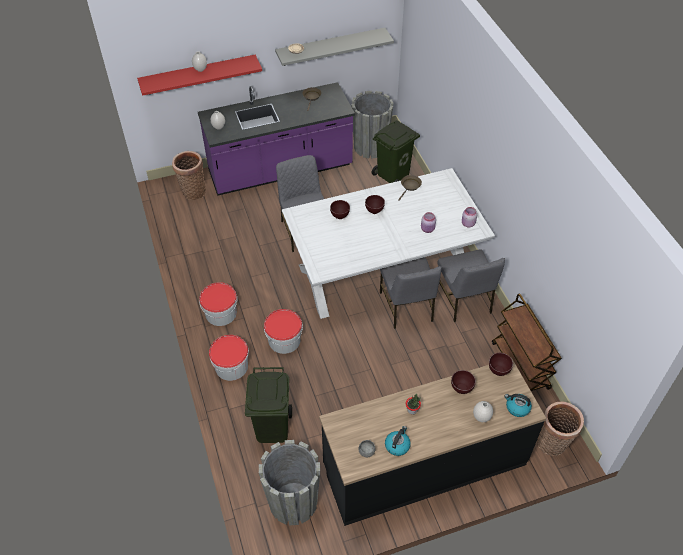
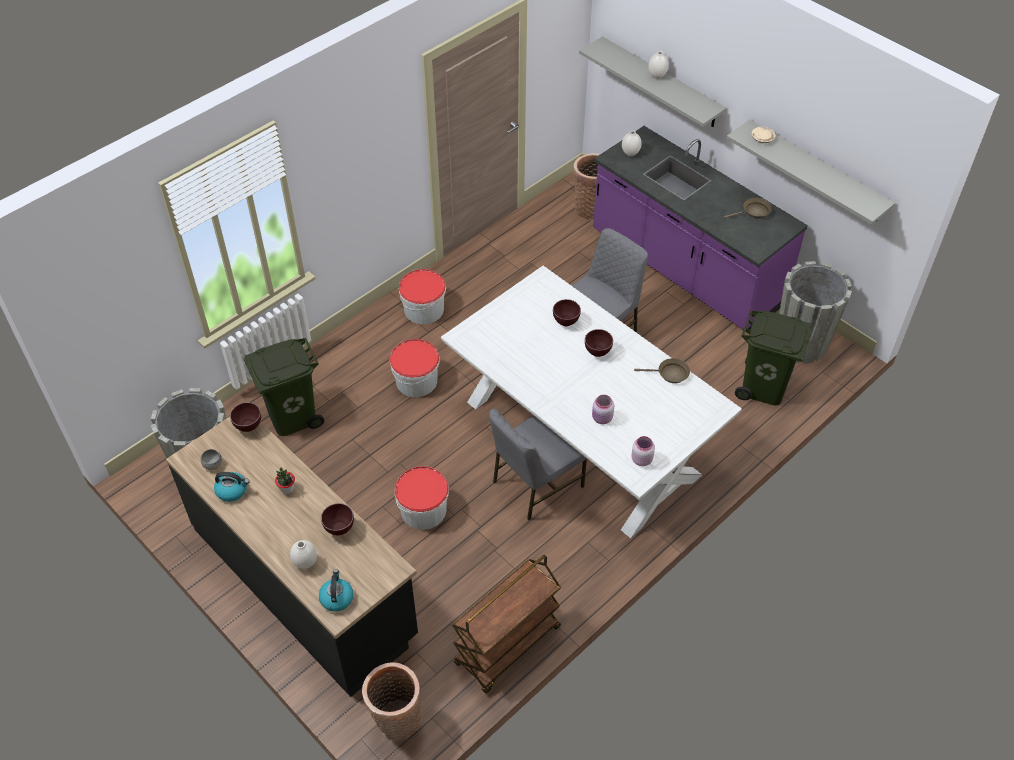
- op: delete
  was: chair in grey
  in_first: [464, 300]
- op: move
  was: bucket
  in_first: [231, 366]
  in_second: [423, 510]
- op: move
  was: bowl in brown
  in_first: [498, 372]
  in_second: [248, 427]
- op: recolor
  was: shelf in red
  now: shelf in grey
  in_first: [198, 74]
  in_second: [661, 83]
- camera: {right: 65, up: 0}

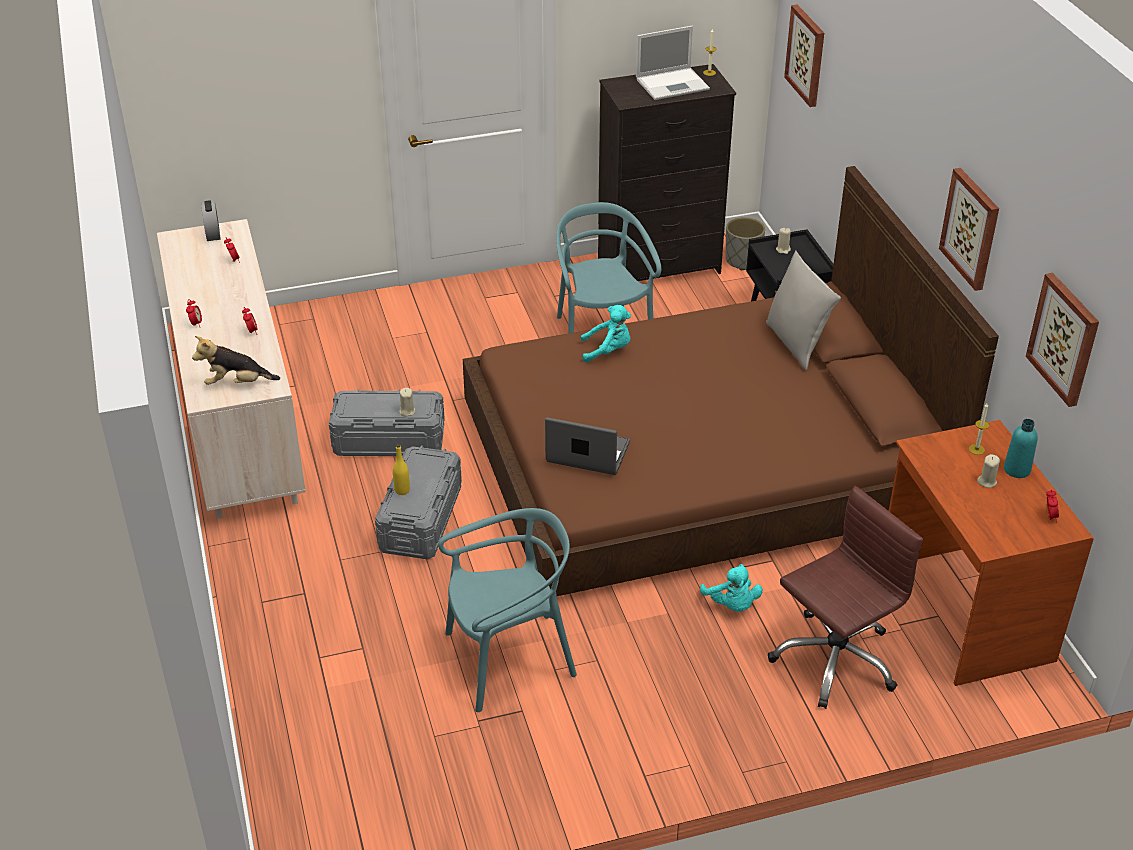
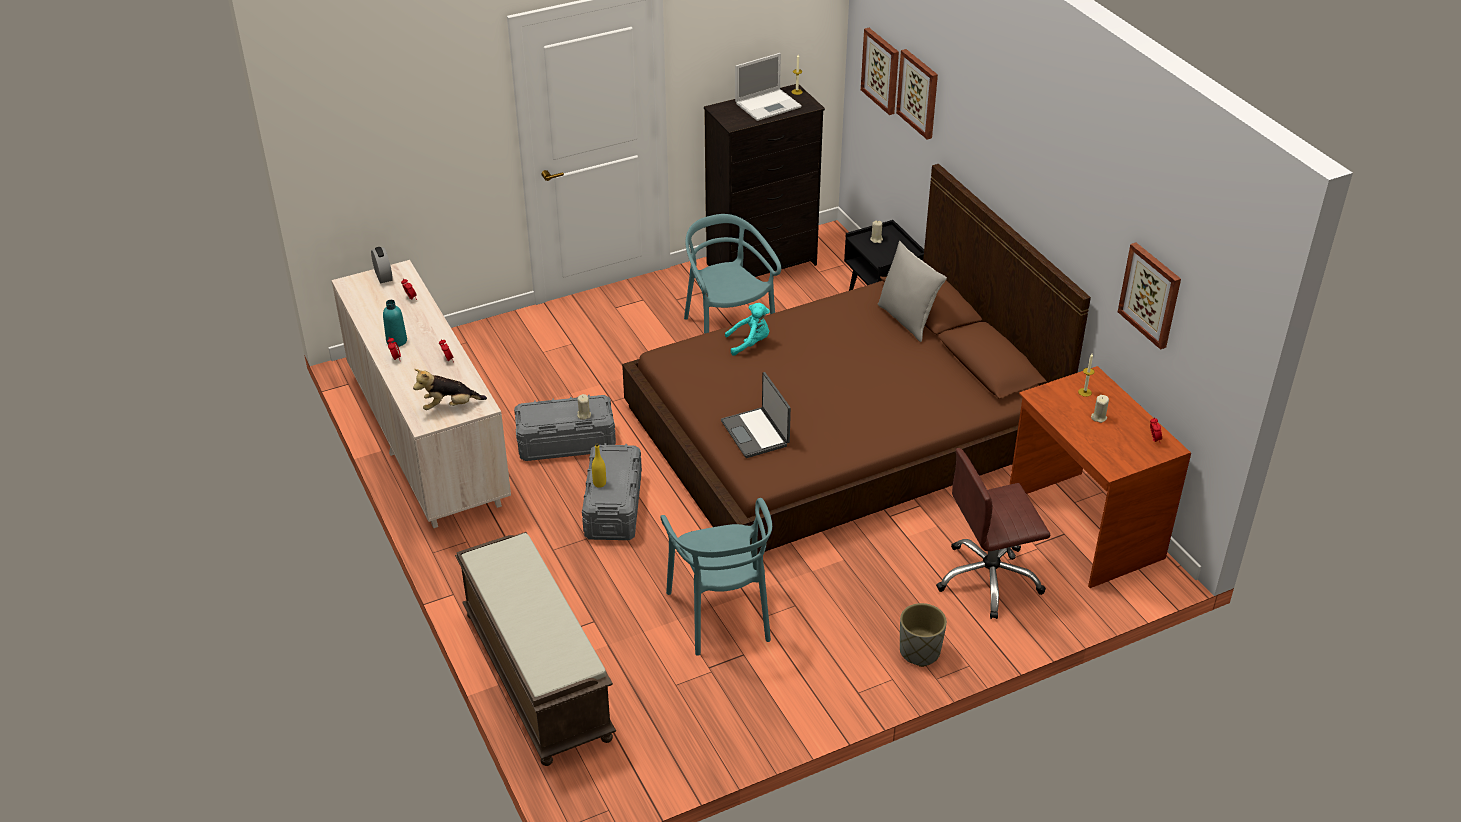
- op: delete
  was: plush toy in turquoise
  in_first: [732, 605]
- op: insert
  now: bench in brown
  in_second: [535, 675]
- op: move
  was: planter in grey
  in_first: [743, 261]
  in_second: [920, 651]
- op: move
  was: picture
  in_first: [971, 228]
  in_second: [919, 93]
- op: move
  was: bottle in turquoise
  in_first: [1017, 470]
  in_second: [396, 341]
- op: rotate
  was: chair in turquoise
  in_first: [509, 659]
  in_second: [721, 614]
  clockwise: 105
- op: rotate
  was: laptop
  in_first: [587, 454]
  in_second: [756, 433]
  clockwise: -120
- op: rotate
  was: office chair in brown
  in_first: [834, 659]
  in_second: [989, 579]
  clockwise: -150
- camera: {right: -10, up: 0}

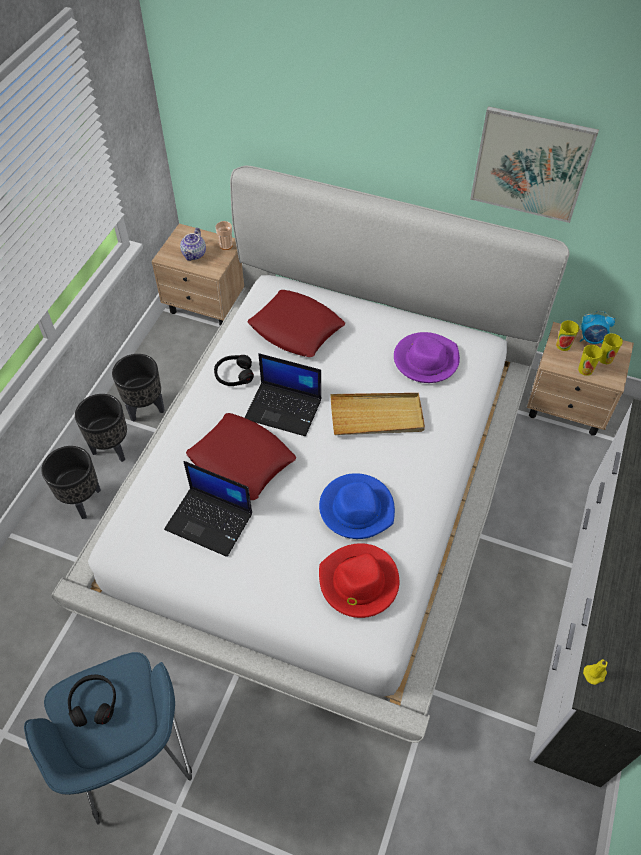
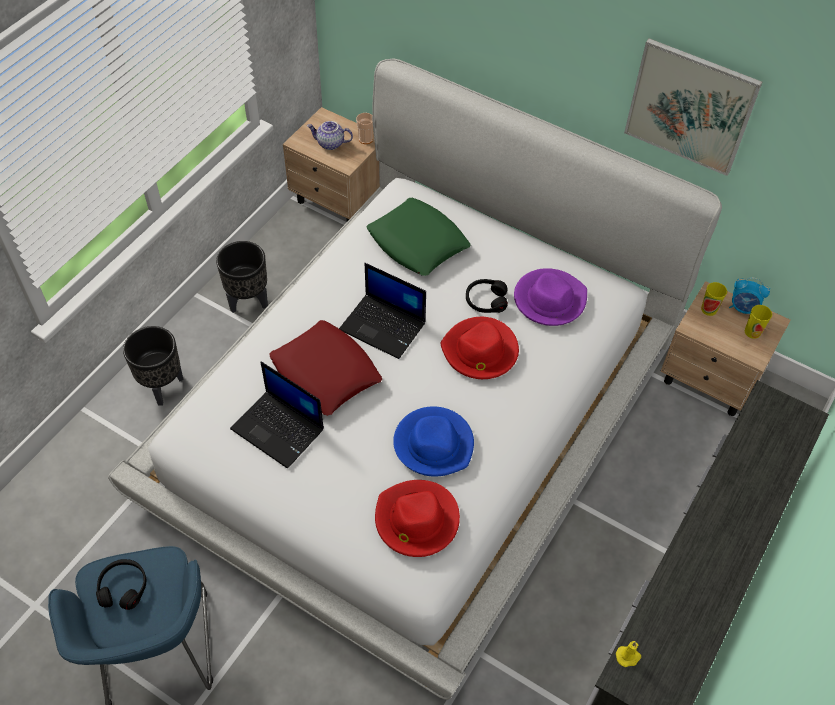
- op: delete
  was: planter in black
  in_first: [112, 449]
- op: delete
  was: cup
  in_first: [585, 370]
- op: move
  was: headphones in black
  in_first: [234, 375]
  in_second: [486, 300]
- op: replace
  was: tray in beige
  now: hat in red
  in_first: [377, 416]
  in_second: [480, 351]
- op: recolor
  was: pillow in red
  now: pillow in green
  in_first: [296, 329]
  in_second: [418, 243]
- op: rotate
  was: teapot
  in_first: [194, 254]
  in_second: [330, 144]
  clockwise: 75
- camera: {right: 10, up: 0}

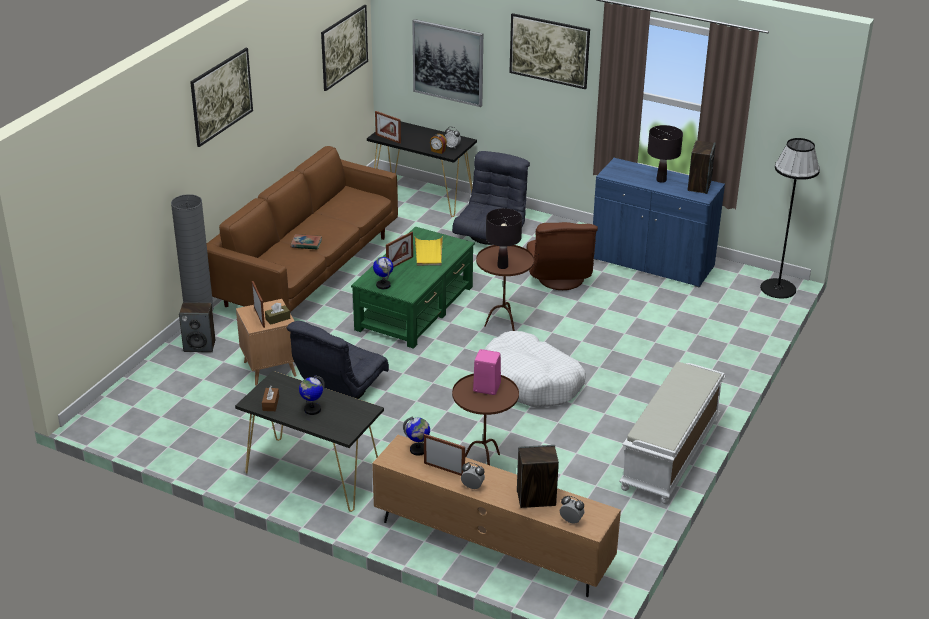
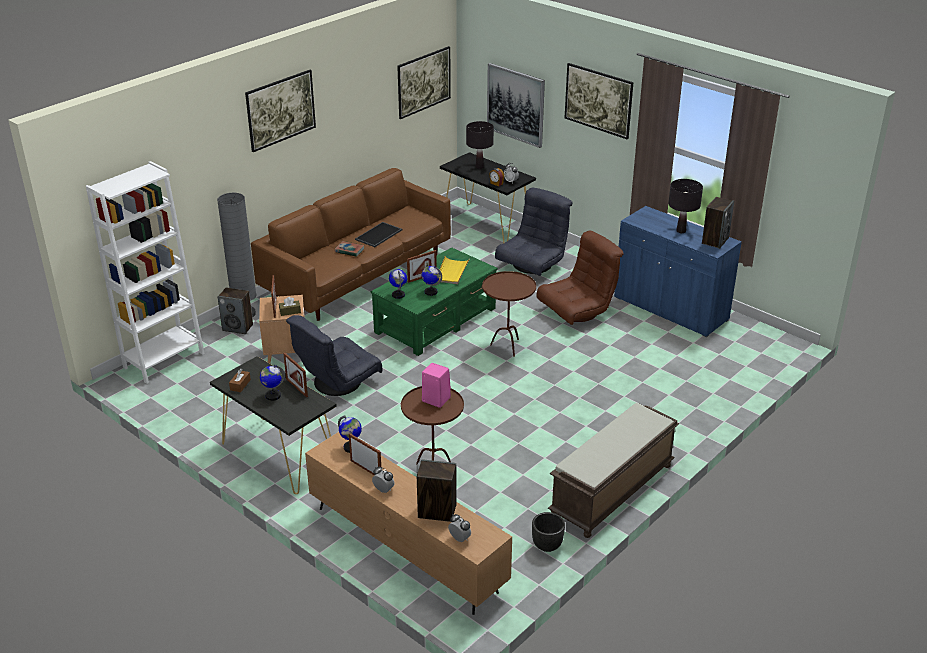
- op: delete
  was: dog bed in white
  in_first: [532, 382]
- op: delete
  was: floor lamp in black
  in_first: [778, 288]
- op: insert
  now: bookcase in white
  in_second: [164, 360]
- op: insert
  now: tray
  in_second: [379, 235]
- op: insert
  now: globe
  in_second: [430, 292]
- op: insert
  now: planter in black
  in_second: [547, 545]
- op: move
  was: picture frame
  in_first: [388, 139]
  in_second: [296, 387]
- op: move
  was: table lamp in black
  in_first: [502, 266]
  in_second: [479, 167]
- op: recolor
  was: bench in white
  now: bench in brown
  in_first: [671, 455]
  in_second: [612, 491]
- op: rotate
  was: armchair in brown
  in_first: [559, 279]
  in_second: [577, 312]
  clockwise: -135
- camera: {right: 15, up: 0}

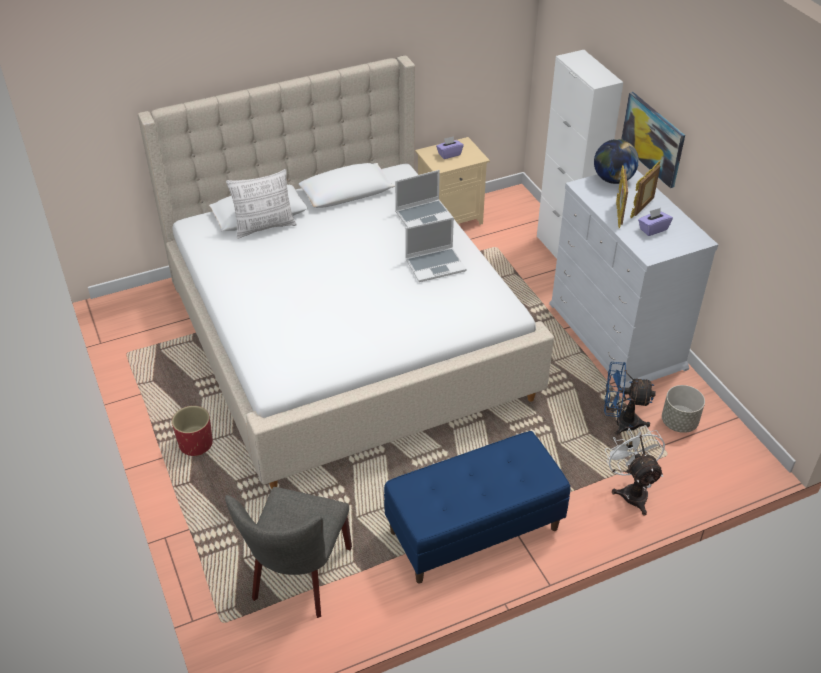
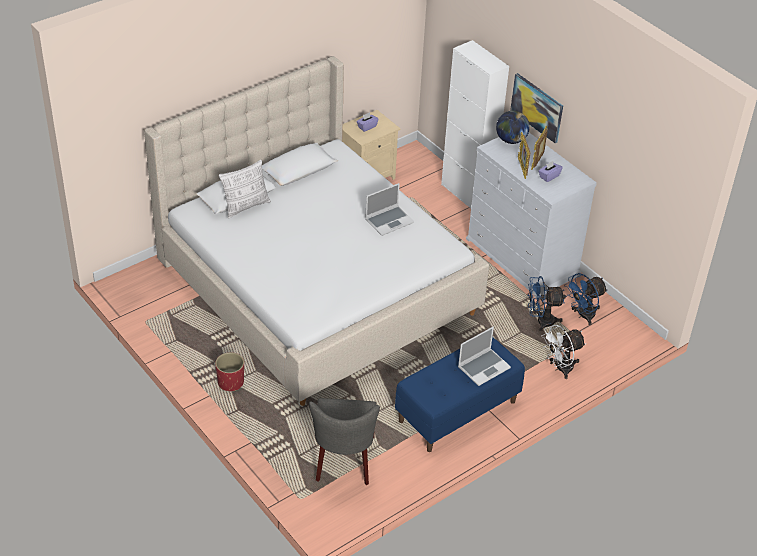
- op: move
  was: laptop
  in_first: [424, 216]
  in_second: [484, 367]
- op: replace
  was: planter in grey
  now: fan in blue
  in_first: [679, 422]
  in_second: [582, 315]
- op: rotate
  was: fan in white
  in_first: [631, 491]
  in_second: [560, 368]
  clockwise: -90
- camera: {right: -15, up: 0}

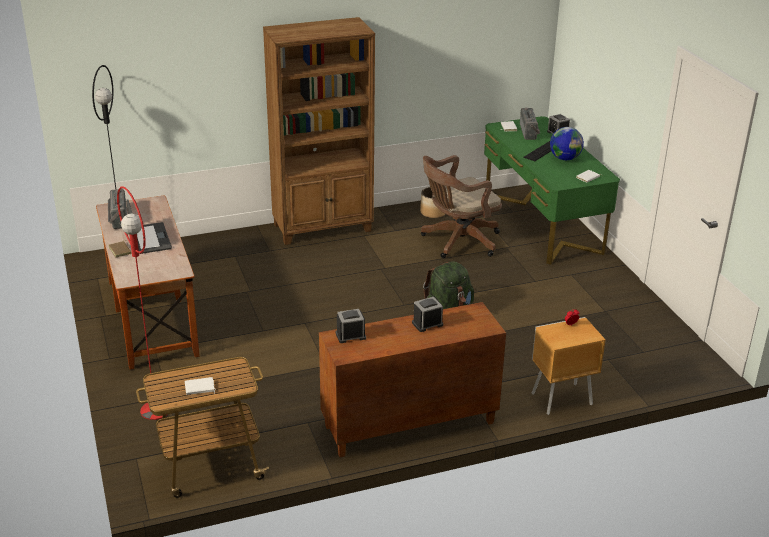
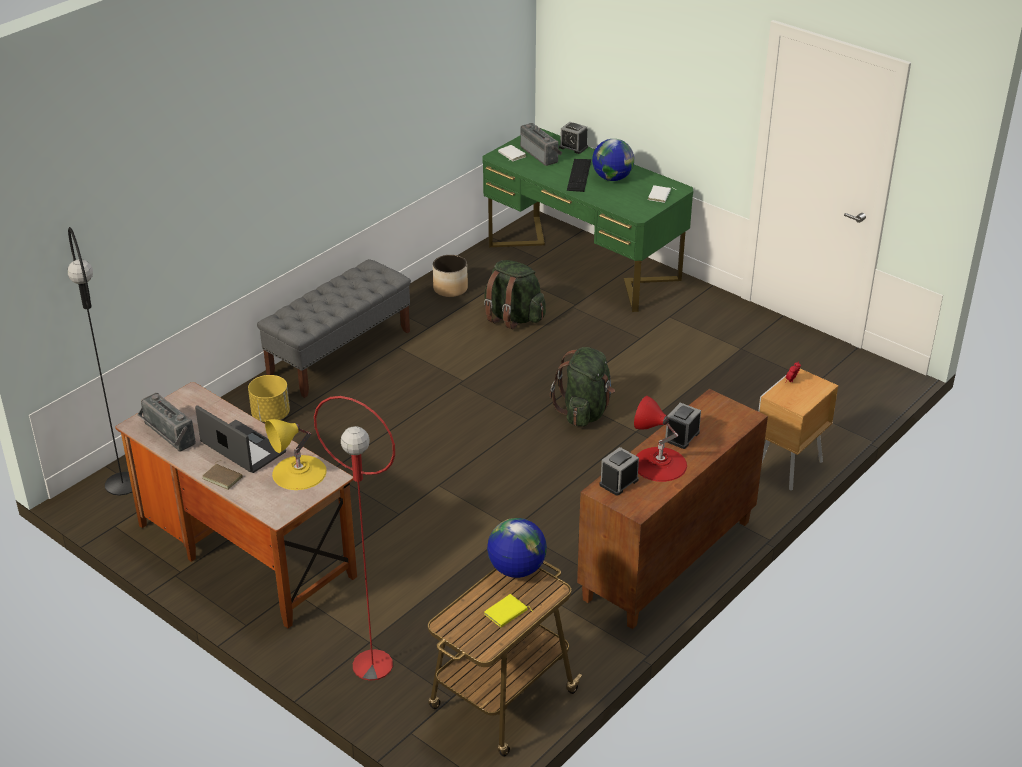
- op: insert
  now: planter in yellow
  in_second: [270, 415]
- op: insert
  now: table lamp in yellow
  in_second: [299, 472]
- op: insert
  now: globe
  in_second: [516, 569]
- op: insert
  now: table lamp in red
  in_second: [659, 464]
- op: replace
  was: bookcase in brown
  now: bench in grey
  in_first: [323, 228]
  in_second: [340, 353]
- op: replace
  was: office chair in brown
  now: backpack in green
  in_first: [457, 241]
  in_second: [513, 317]
- op: recolor
  was: book in white
  now: book in yellow
  in_first: [199, 388]
  in_second: [506, 613]
- camera: {right: -30, up: 5}

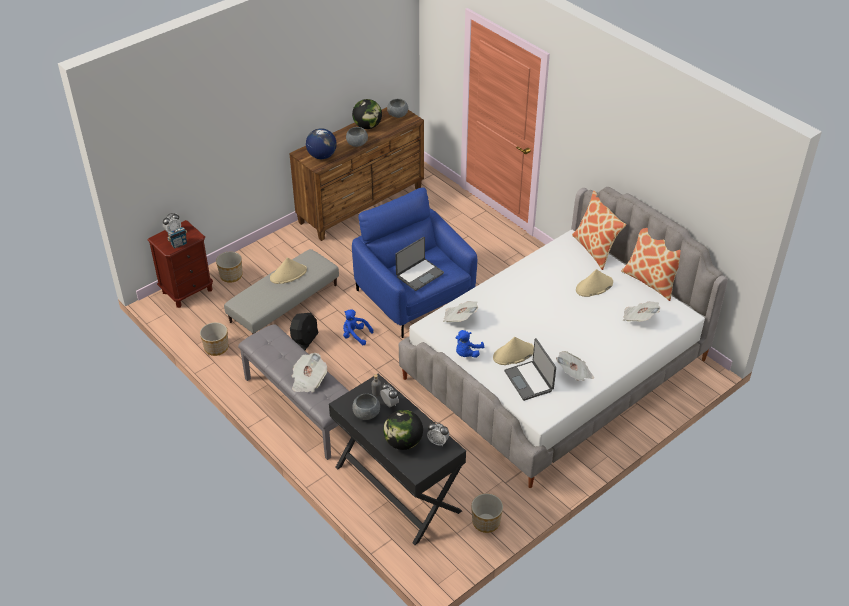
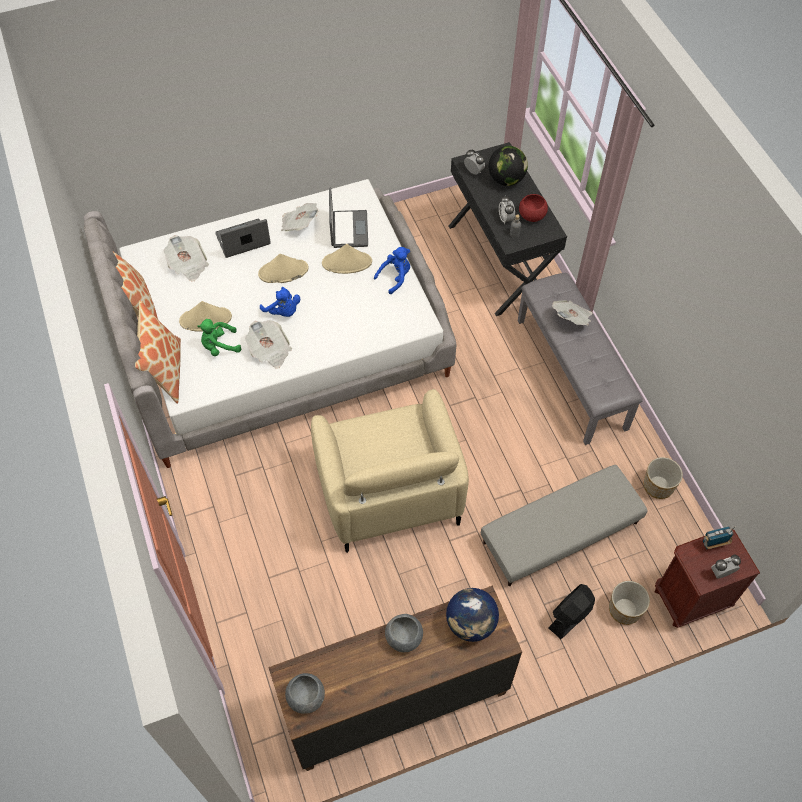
- op: delete
  was: globe
  in_first: [367, 126]
- op: delete
  was: planter
  in_first: [486, 522]
- op: insert
  now: plush toy in green
  in_second: [219, 346]
- op: move
  was: hat in beige
  in_first: [288, 274]
  in_second: [283, 271]
- op: move
  was: fan in black
  in_first: [304, 343]
  in_second: [570, 616]
- op: move
  was: plush toy in blue
  in_first: [355, 335]
  in_second: [283, 311]
- op: move
  was: laptop
  in_first: [419, 274]
  in_second: [243, 240]
- op: move
  was: newspaper
  in_first: [459, 318]
  in_second: [270, 351]
- op: recolor
  was: armchair in blue
  now: armchair in beige
  in_first: [415, 297]
  in_second: [388, 489]
- op: recolor
  was: bowl in grey
  now: bowl in red
  in_first: [366, 414]
  in_second: [532, 215]
- camera: {right: -160, up: 15}

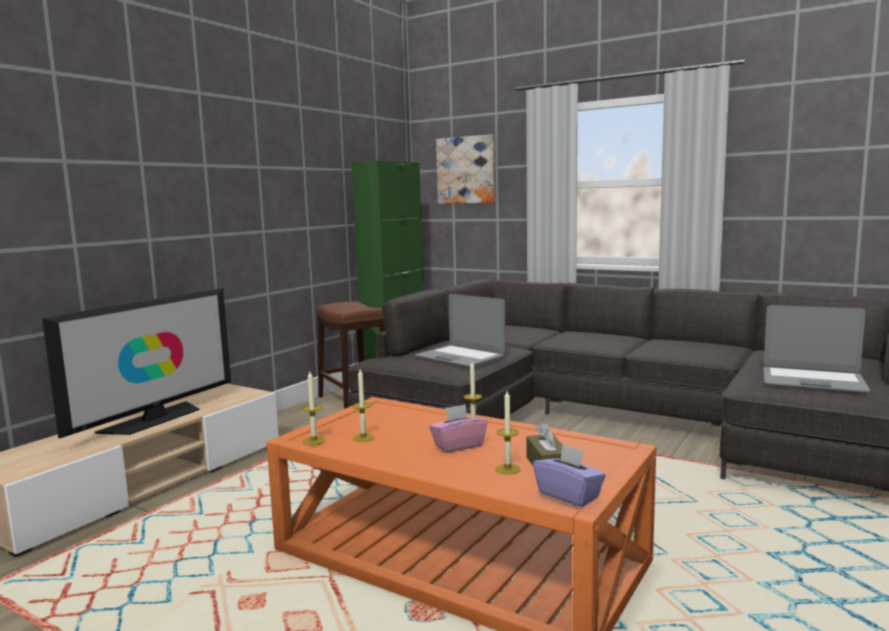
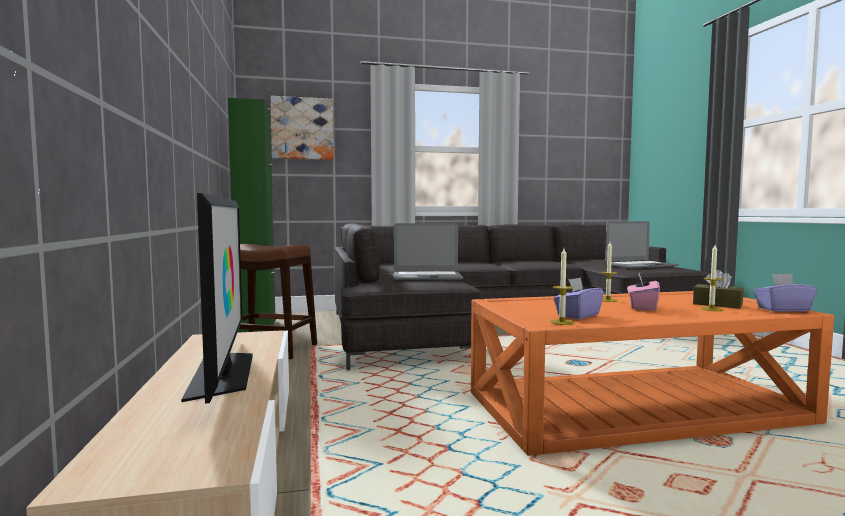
- op: replace
  was: candle
  now: tissue box in purple
  in_first: [363, 438]
  in_second: [577, 315]
- camera: {right: -45, up: -5}

